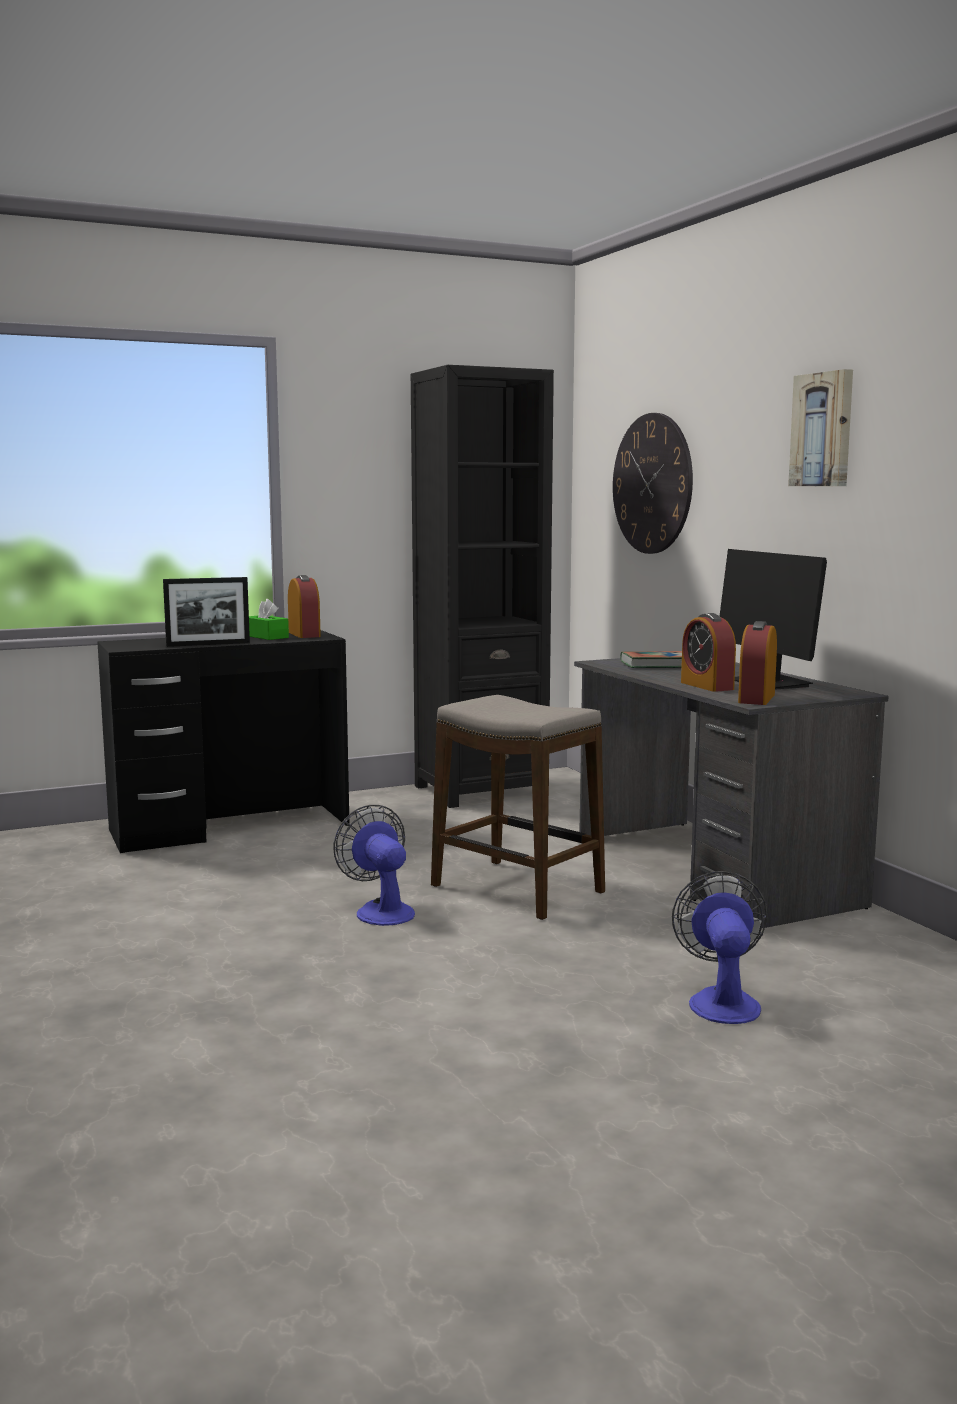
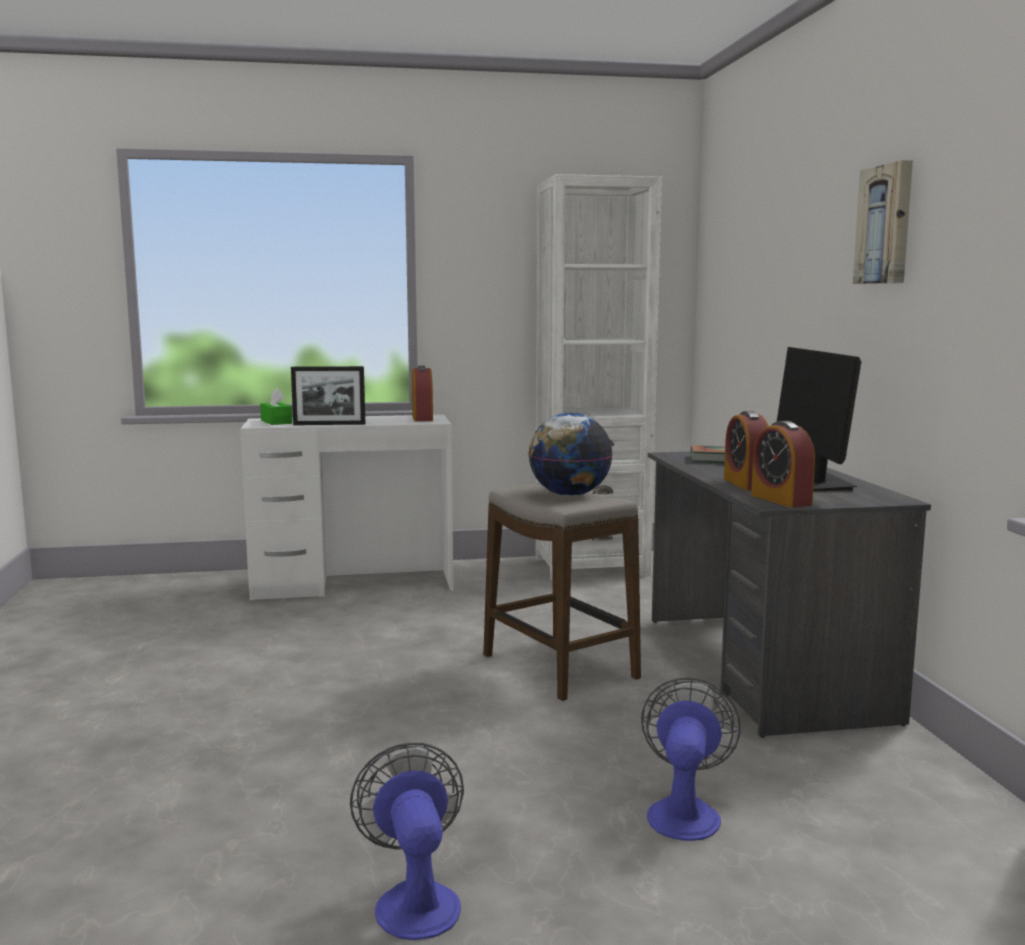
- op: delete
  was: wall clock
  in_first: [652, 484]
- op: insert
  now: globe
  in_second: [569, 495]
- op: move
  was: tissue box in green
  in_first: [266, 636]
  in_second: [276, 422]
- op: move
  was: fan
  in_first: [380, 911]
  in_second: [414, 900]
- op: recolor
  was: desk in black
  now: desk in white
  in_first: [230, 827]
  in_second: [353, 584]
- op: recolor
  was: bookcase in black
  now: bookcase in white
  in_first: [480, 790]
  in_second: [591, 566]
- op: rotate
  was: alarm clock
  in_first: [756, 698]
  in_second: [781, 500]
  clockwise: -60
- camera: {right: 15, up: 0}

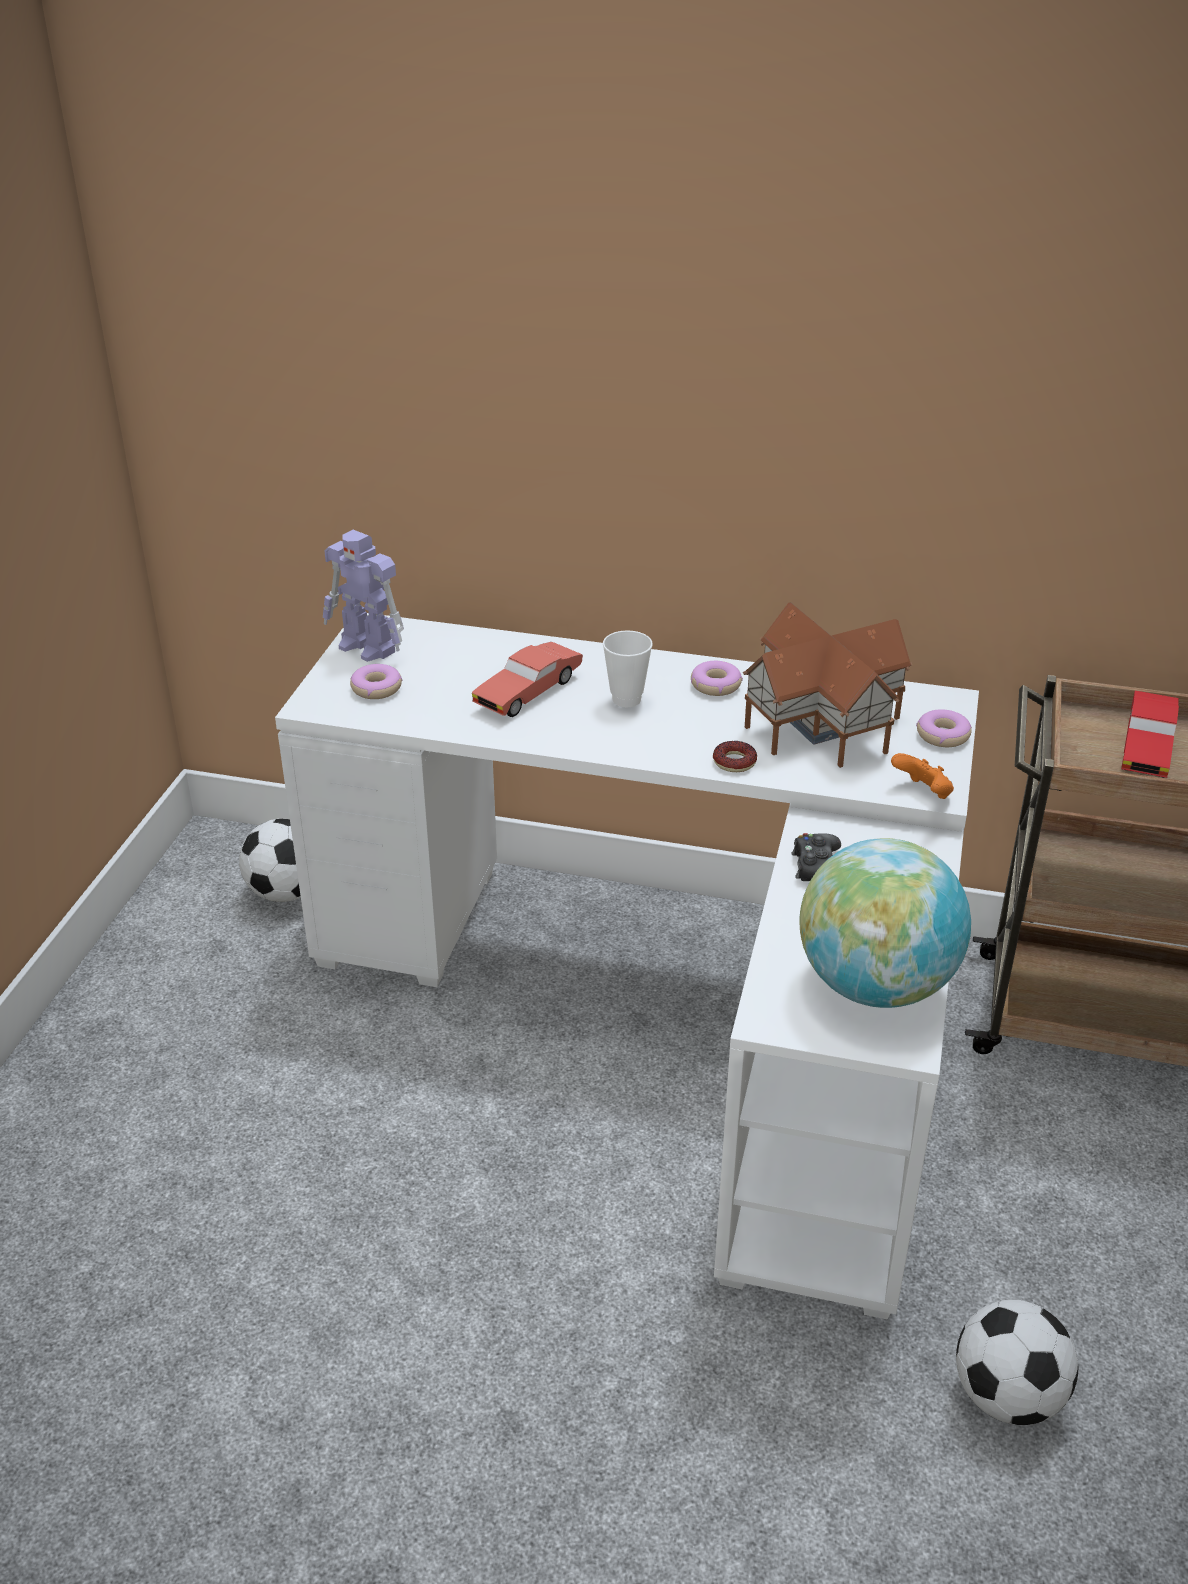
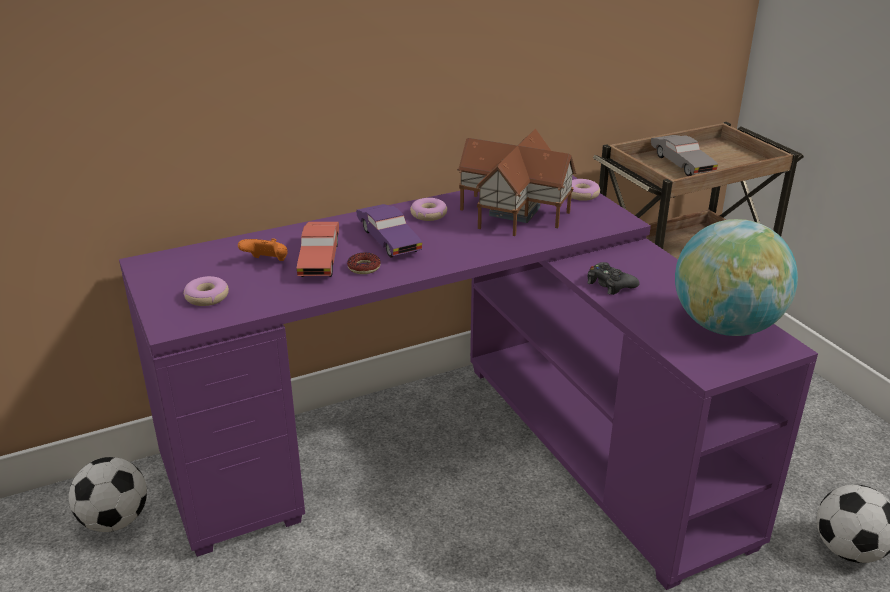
- op: delete
  was: toy robot
  in_first: [368, 648]
- op: move
  was: donut
  in_first: [734, 762]
  in_second: [364, 267]
- op: move
  was: game controller in orange
  in_first: [923, 793]
  in_second: [267, 262]
- op: replace
  was: cup
  now: toy car in purple
  in_first: [626, 699]
  in_second: [388, 240]
- op: recolor
  was: desk in white
  now: desk in purple
  in_first: [675, 1008]
  in_second: [462, 452]
- op: recolor
  was: toy car in red
  now: toy car in grey
  in_first: [1146, 747]
  in_second: [681, 164]
- camera: {right: -40, up: -5}

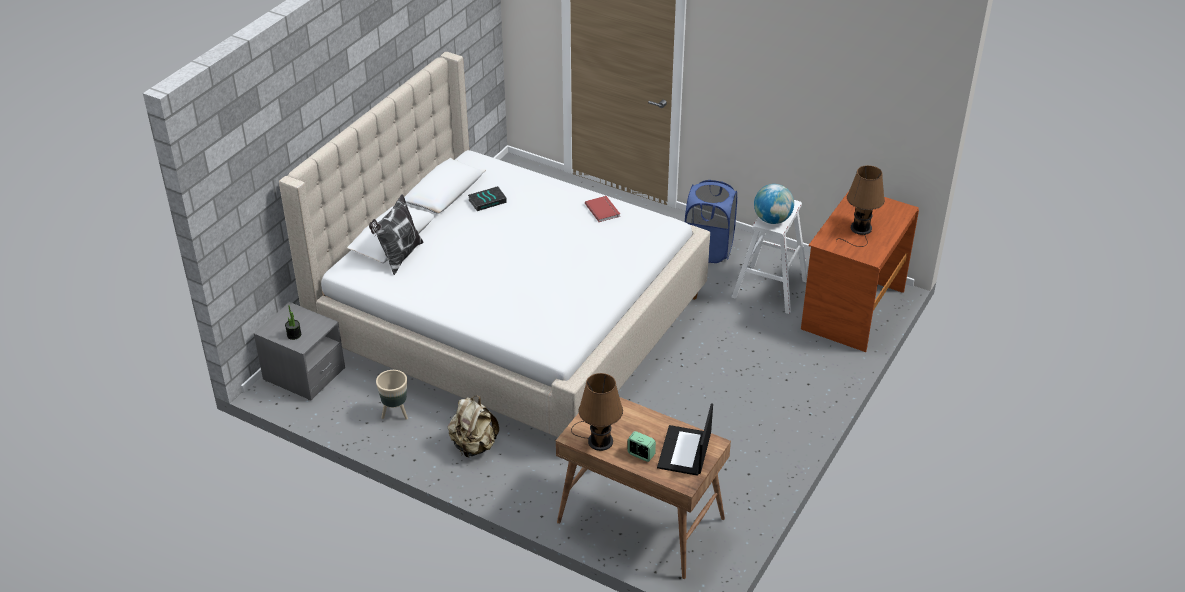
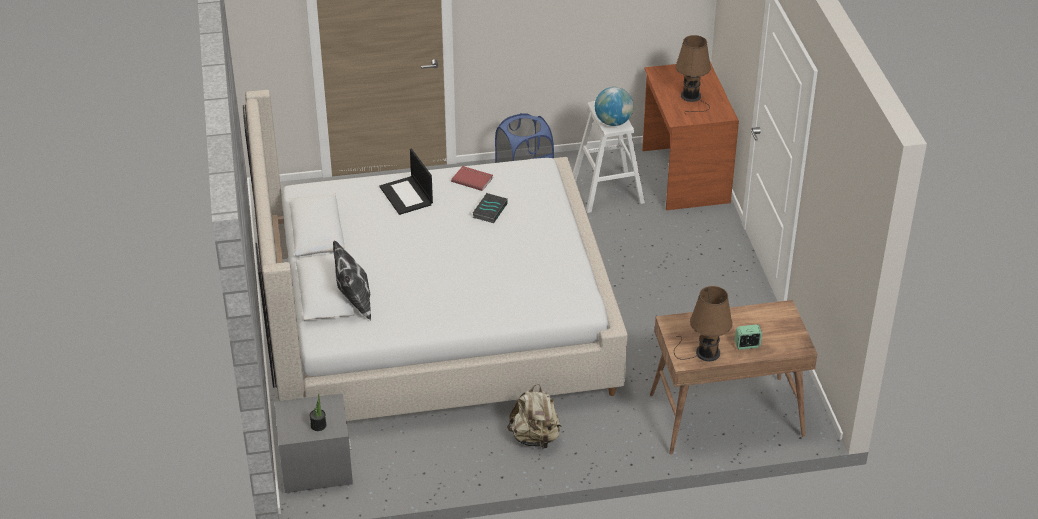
- op: delete
  was: planter in beige
  in_first: [395, 413]
- op: move
  was: book
  in_first: [487, 200]
  in_second: [489, 210]
- op: move
  was: laptop
  in_first: [685, 451]
  in_second: [407, 196]
- camera: {right: -40, up: 0}

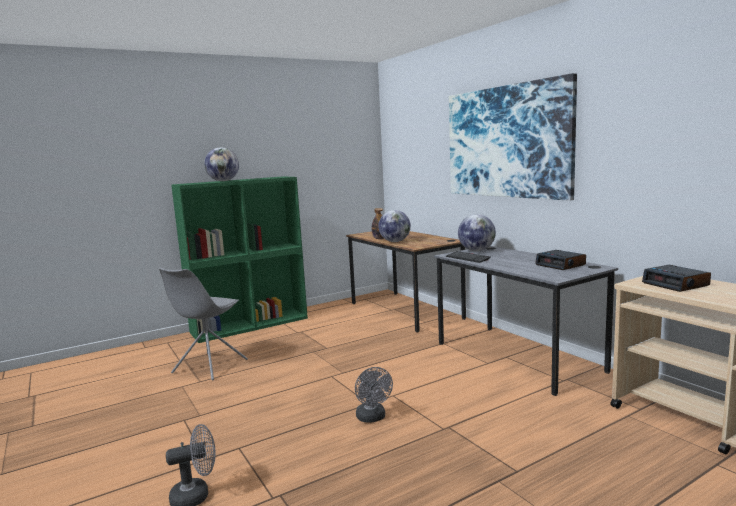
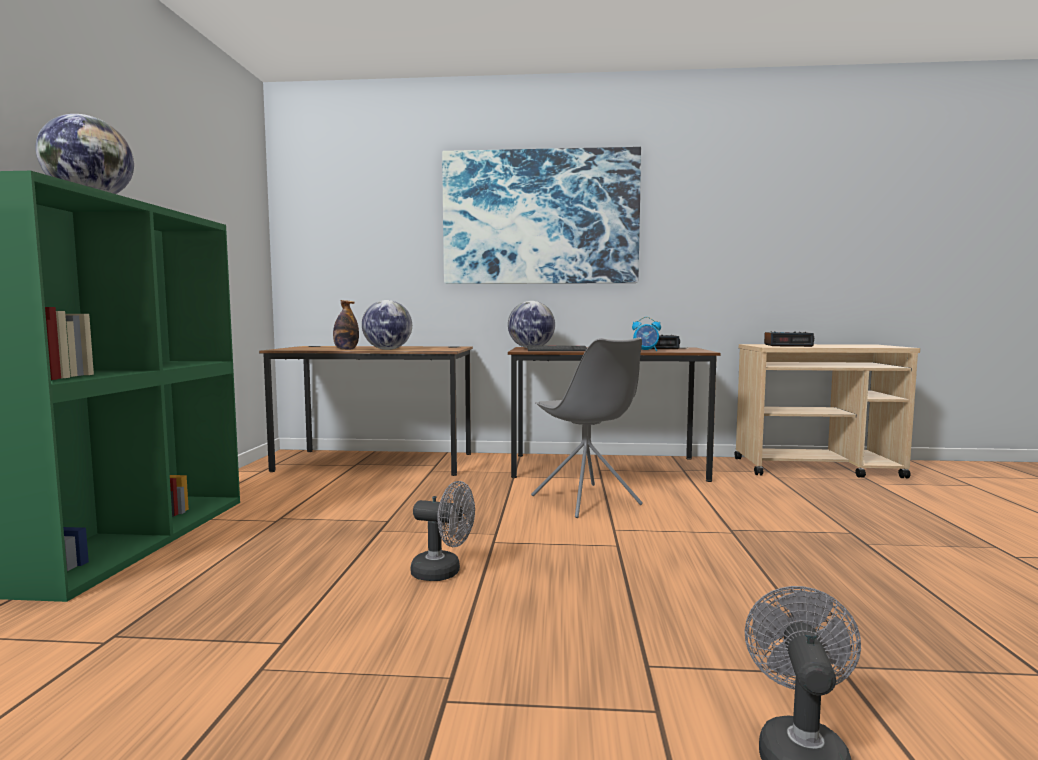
- op: insert
  now: alarm clock
  in_second: [646, 350]
- op: move
  was: chair in grey
  in_first: [209, 367]
  in_second: [586, 501]
- op: move
  was: fan in grey
  in_first: [372, 418]
  in_second: [443, 572]
- op: recolor
  was: desk in grey
  now: desk in brown
  in_first: [517, 357]
  in_second: [606, 467]
- camera: {right: -55, up: -5}

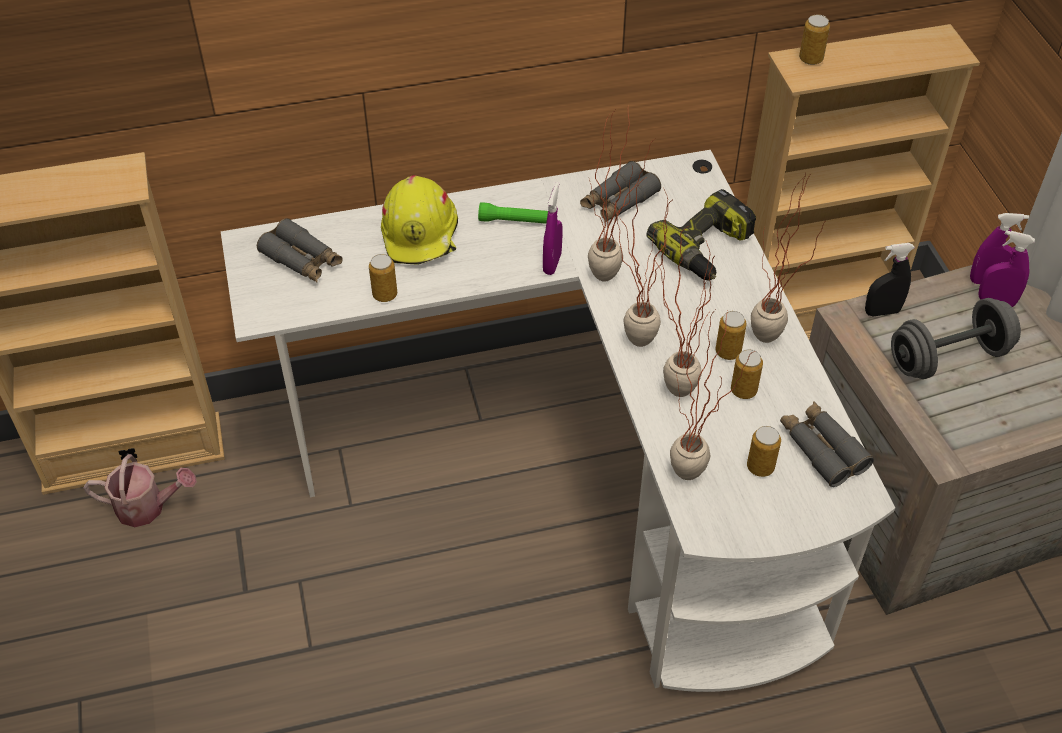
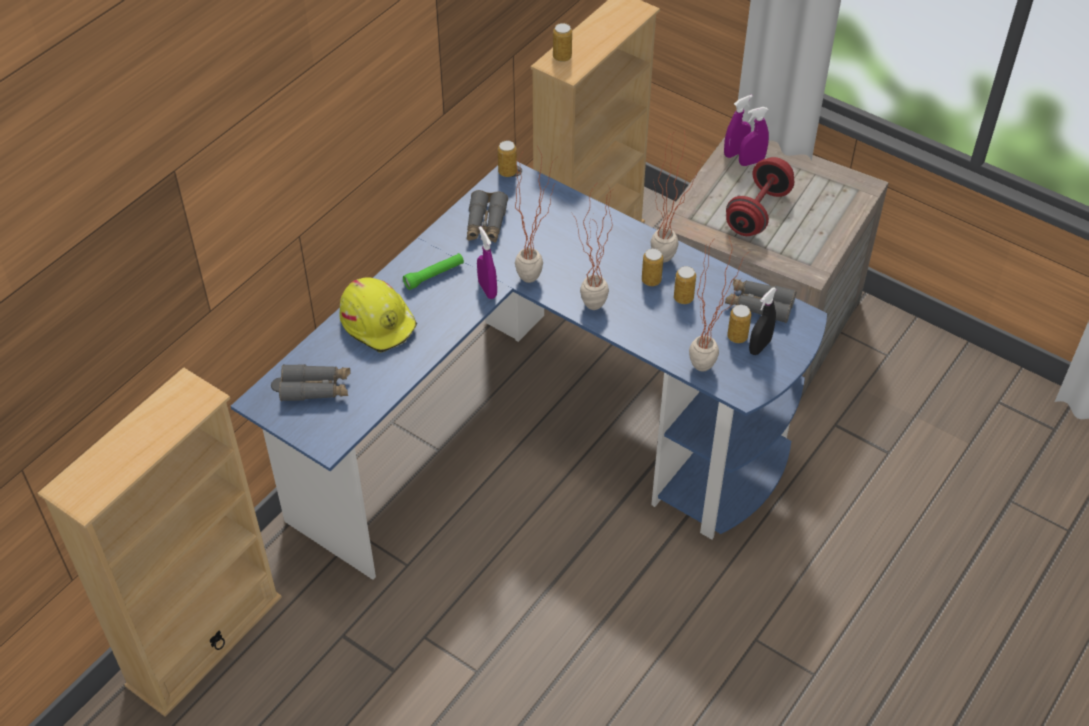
- op: delete
  was: watering can
  in_first: [147, 507]
- op: delete
  was: power drill
  in_first: [707, 249]
- op: delete
  was: potted plant
  in_first: [667, 390]
- op: move
  was: can
  in_first: [385, 295]
  in_second: [507, 172]
- op: move
  was: spray bottle in black
  in_first: [882, 312]
  in_second: [760, 346]
- op: recolor
  was: desk in white
  now: desk in blue
  in_first: [583, 469]
  in_second: [539, 438]
- op: recolor
  was: dumbbell in grey
  now: dumbbell in red
  in_first: [948, 358]
  in_second: [757, 212]
- camera: {right: -40, up: 0}

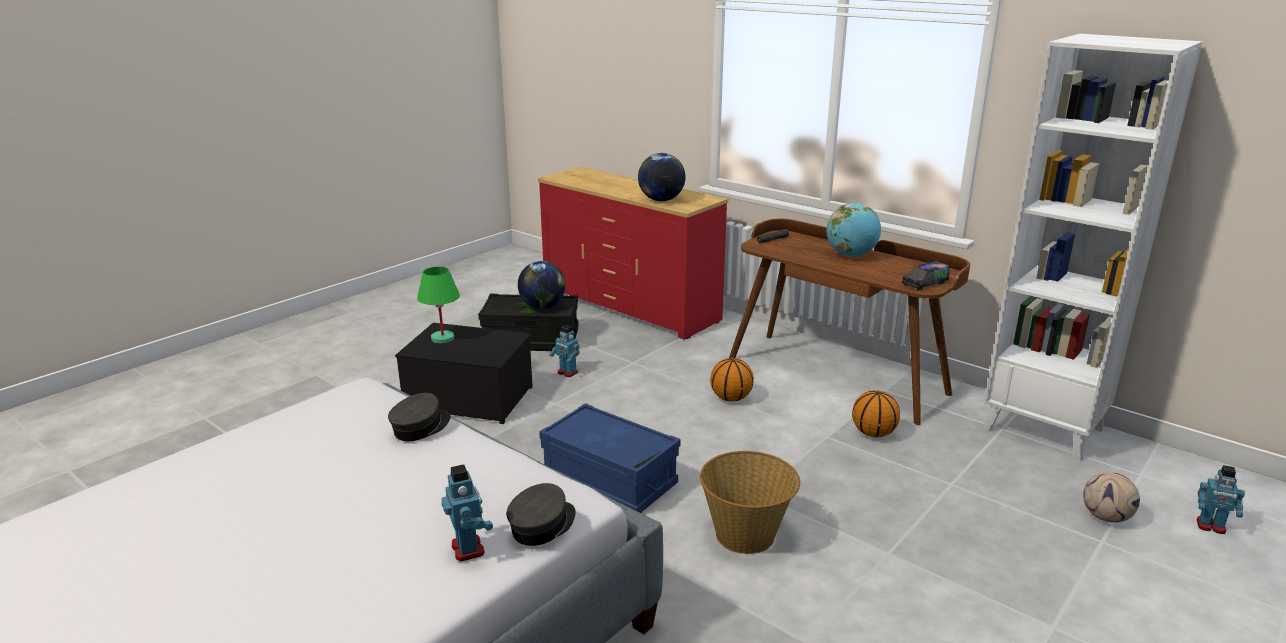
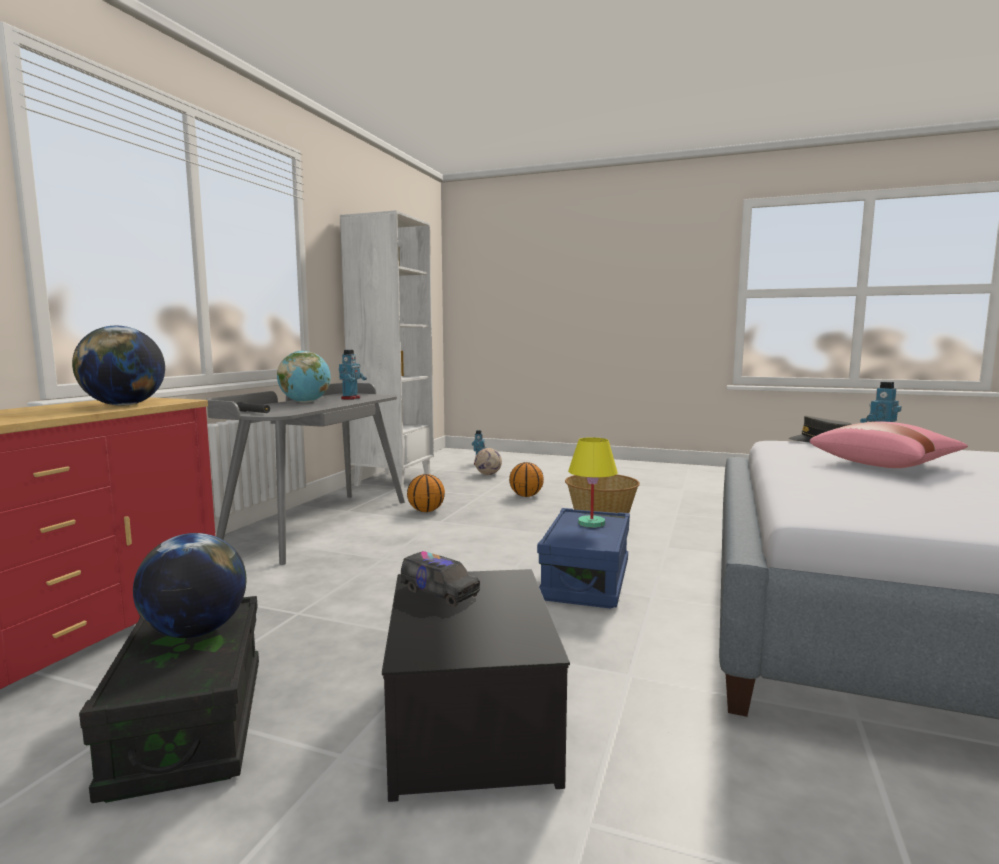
- op: delete
  was: cap in grey
  in_first: [421, 427]
- op: delete
  was: table lamp in green
  in_first: [442, 338]
- op: insert
  now: table lamp in yellow
  in_second: [591, 523]
- op: insert
  now: pillow in pink
  in_second: [885, 464]
- op: move
  was: toy robot
  in_first: [567, 373]
  in_second: [351, 398]
- op: move
  was: basketball
  in_first: [730, 398]
  in_second: [526, 496]
- op: move
  was: toy truck
  in_first: [925, 284]
  in_second: [439, 592]
- op: recolor
  was: desk in brown
  now: desk in grey
  in_first: [837, 375]
  in_second: [319, 524]
- camera: {right: -110, up: -15}

